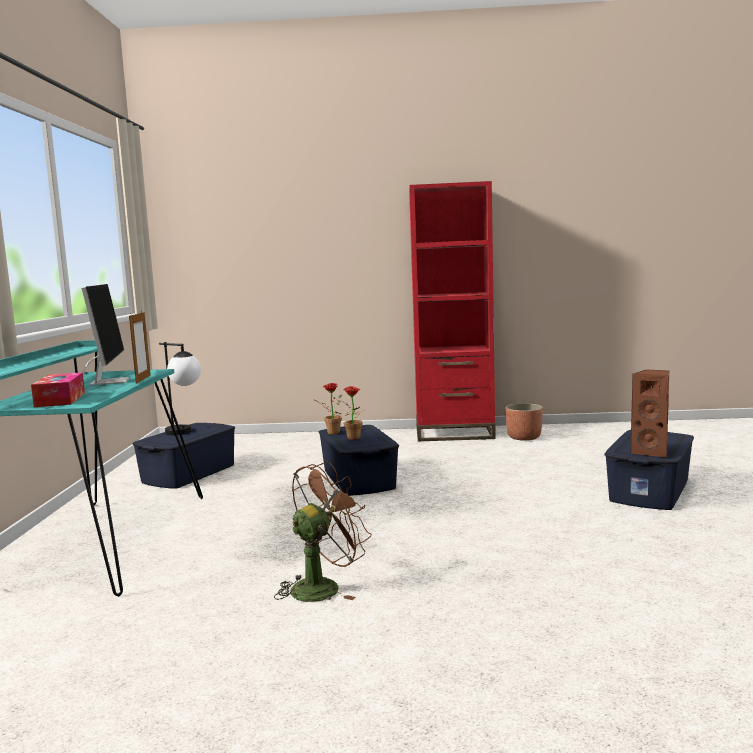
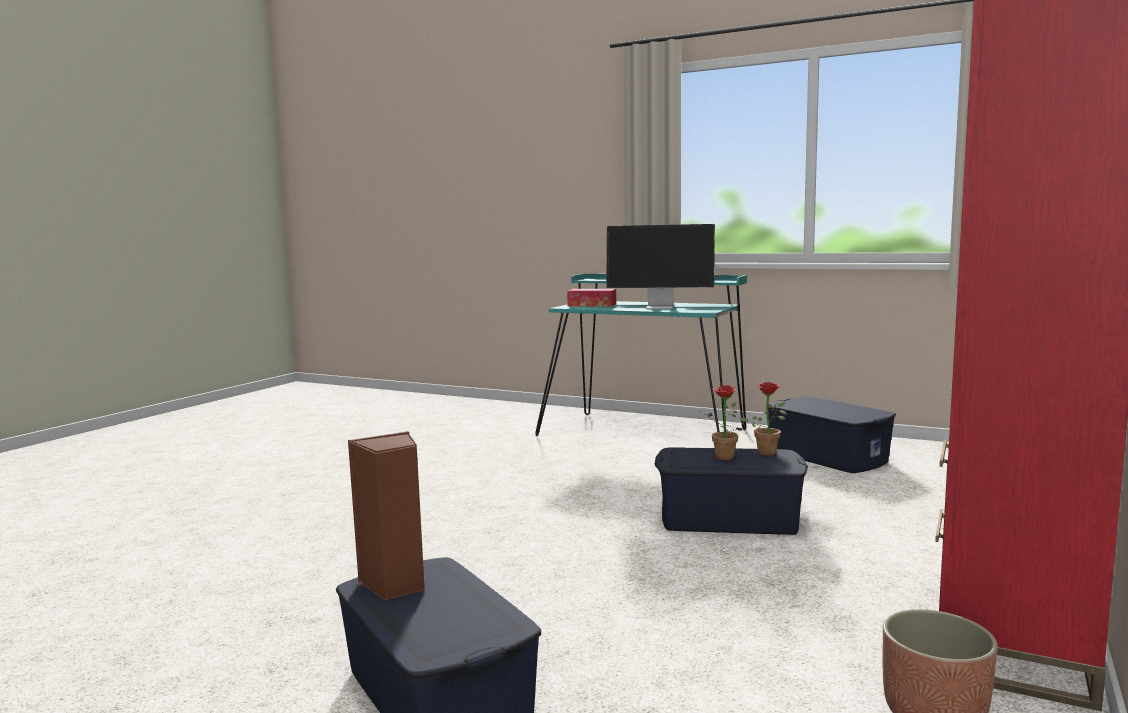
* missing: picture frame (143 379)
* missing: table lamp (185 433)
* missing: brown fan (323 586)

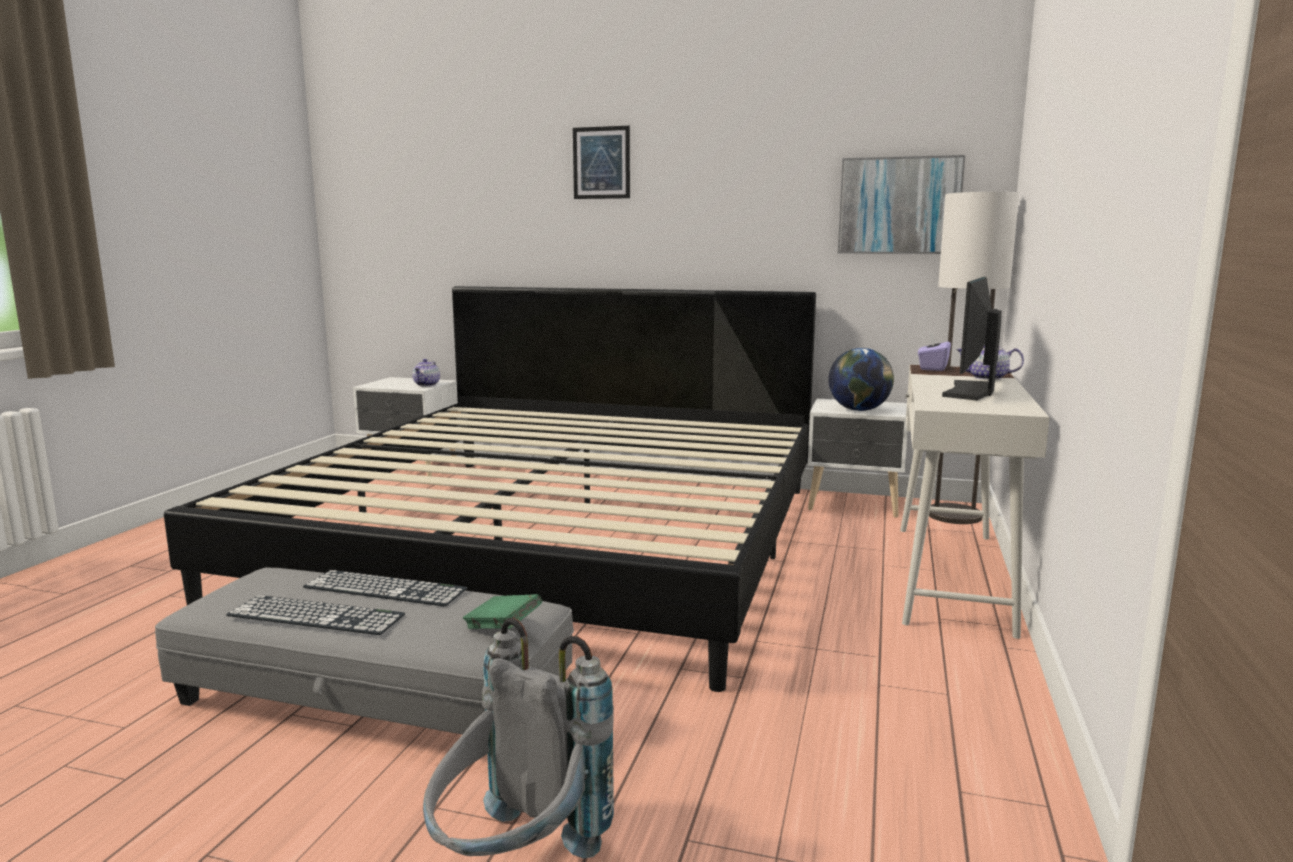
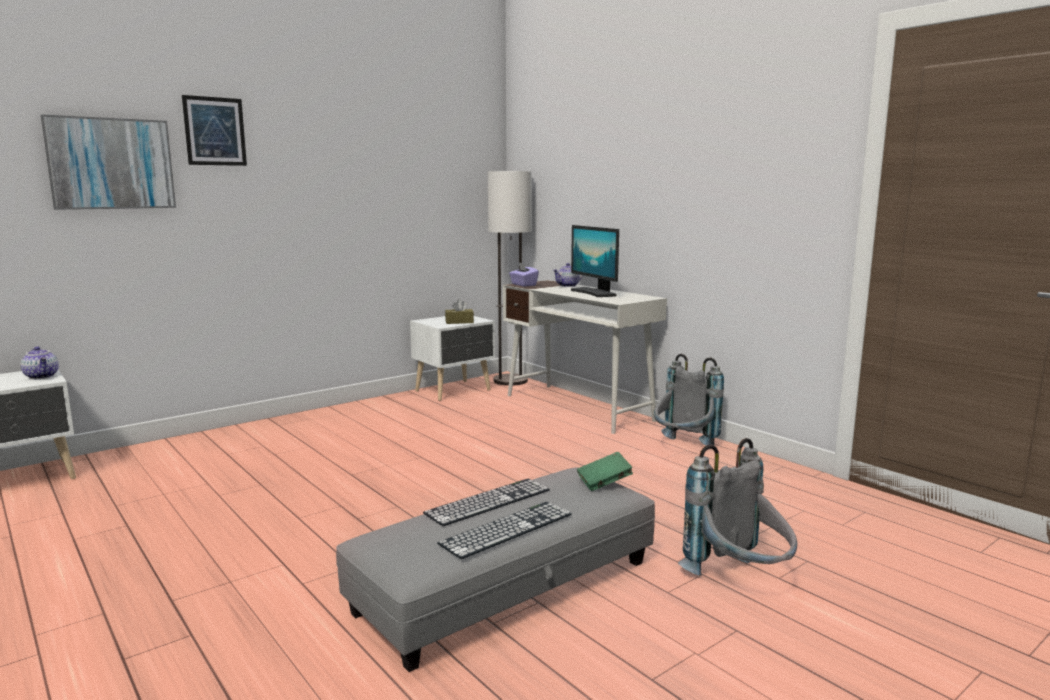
* relocated: picture (899 206) to (111 164)
* exchanged: globe (859 410) to brown tissue box (459 322)
* appeared: grey backpack (683 448)
* missing: bed (554 539)

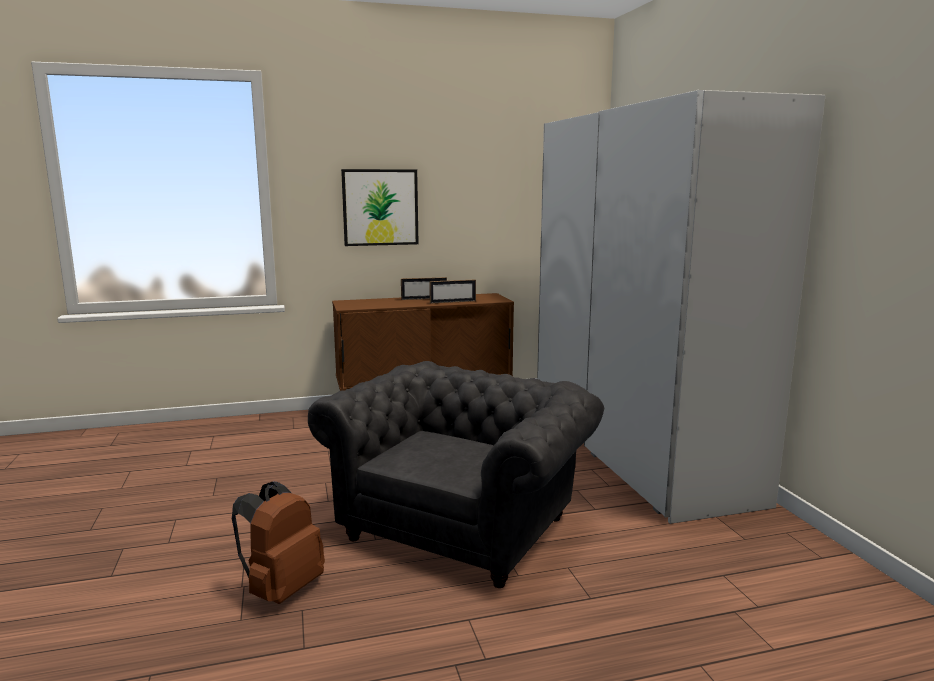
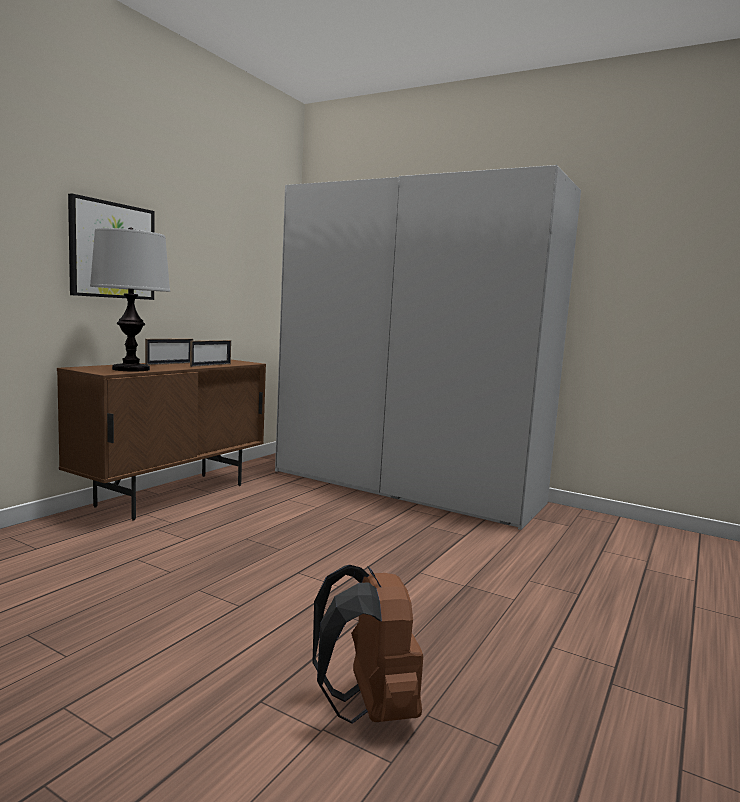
* appeared: table lamp (130 369)
* missing: grey armchair (462 525)

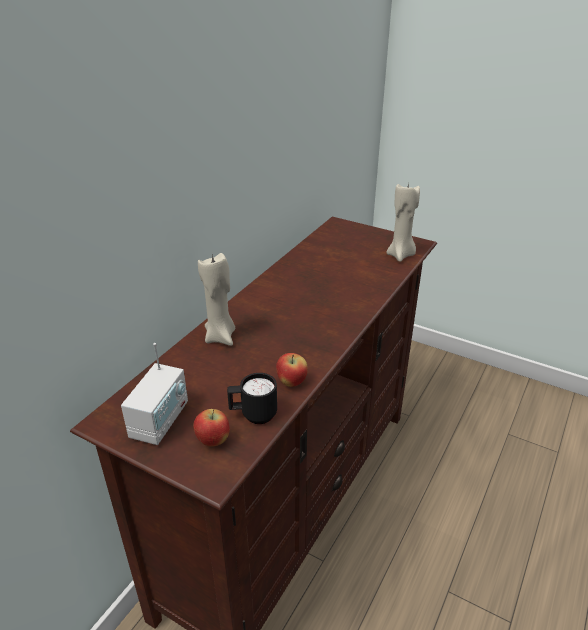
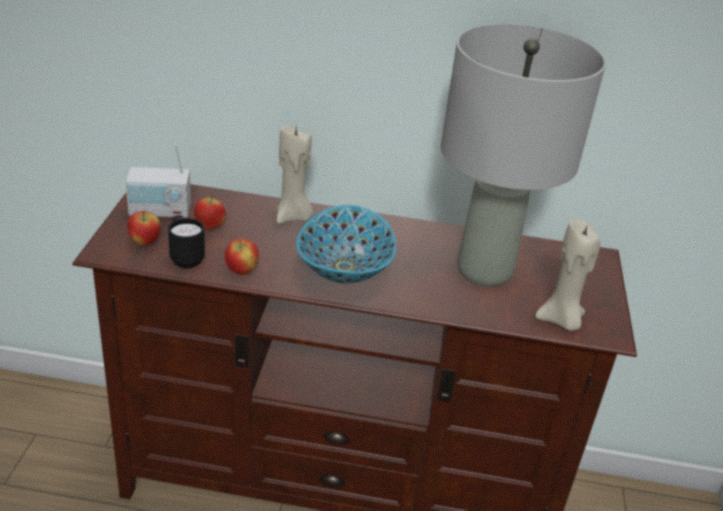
* appeared: apple (210 227)
* appeared: bowl (345 268)
* appeared: grey table lamp (485 270)

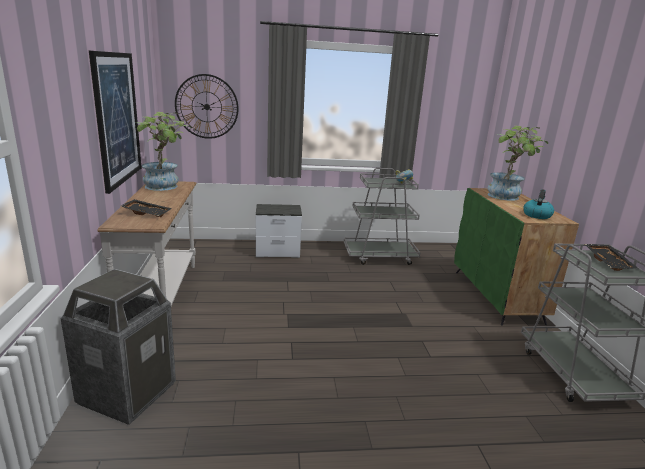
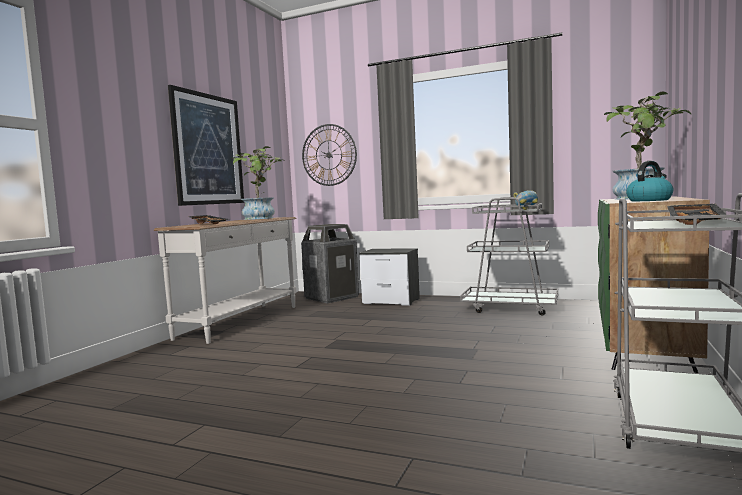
* relocated: trash can (127 393) to (331 297)

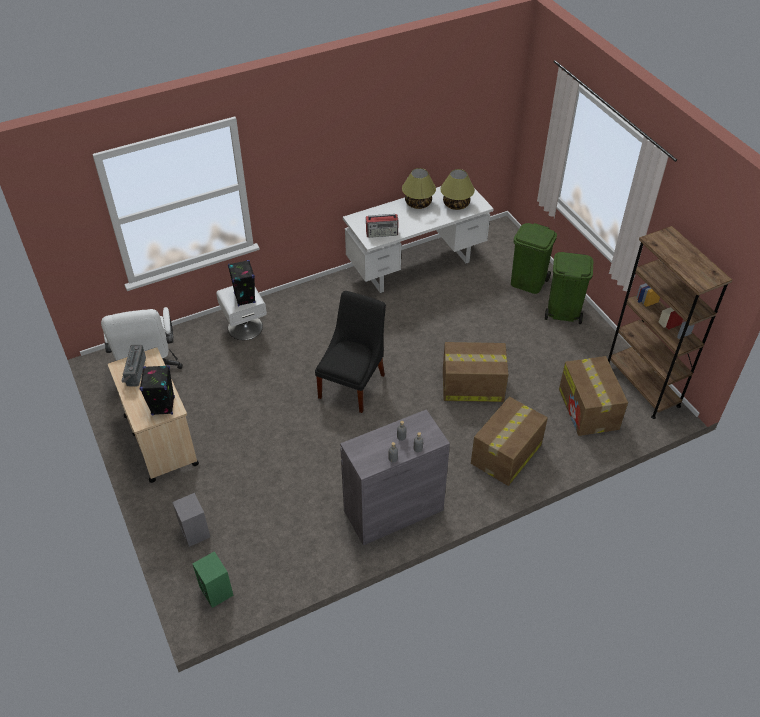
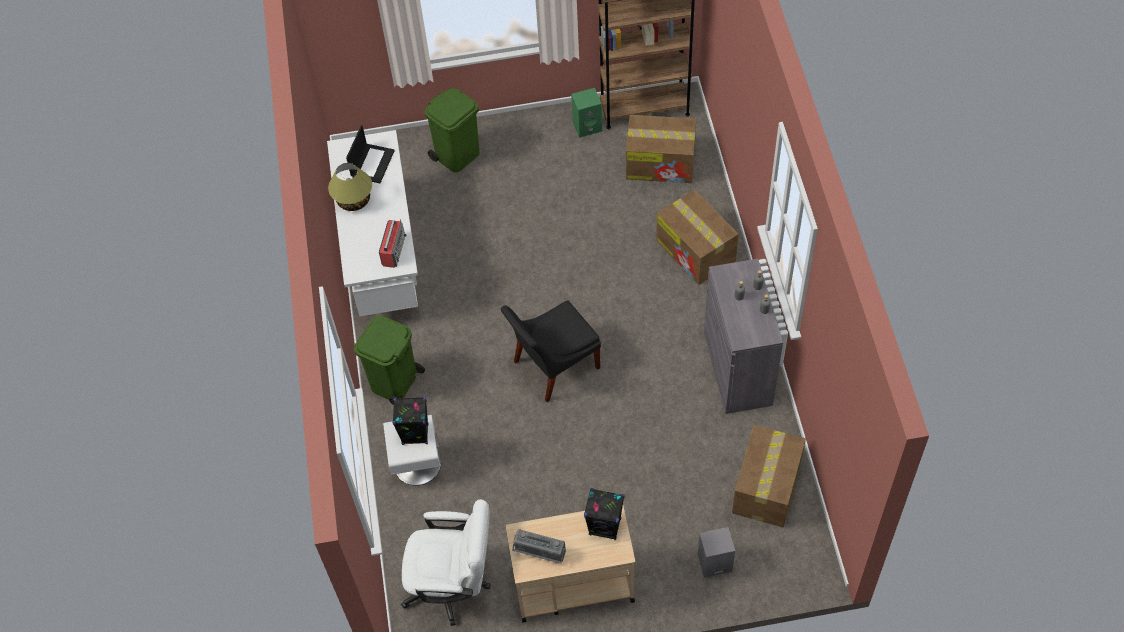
* exchanged: table lamp (456 204) to laptop (372 163)
* relocated: green trash can (563 312) to (394 383)
* spun: black chair (353 384) = (553 366) 75 degrees counterclockwise
* relocated: green speaker (217 591) to (588 126)
* relocated: cardboard box (471 385) to (766 488)

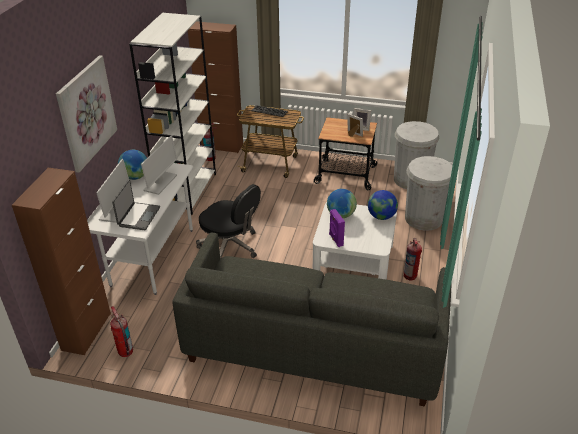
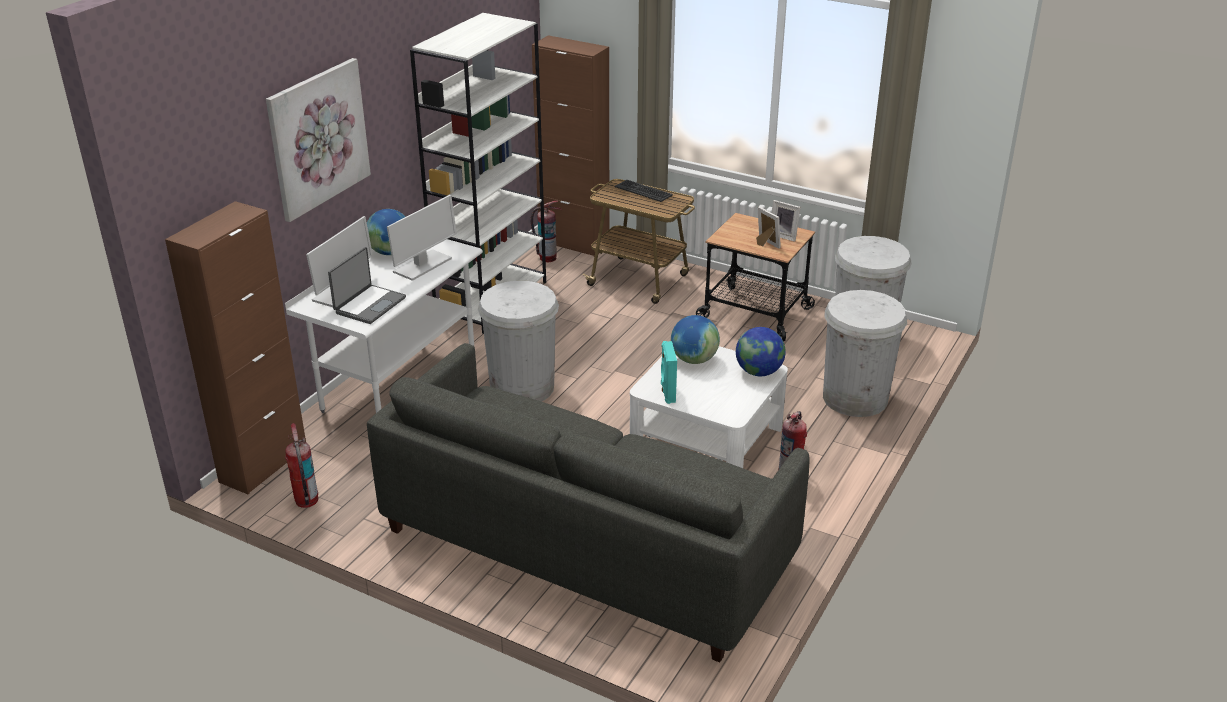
* exchanged: black office chair (230 246) to white trash can (522 387)
* colour: purple speaker (335 240) to turquoise speaker (667 393)

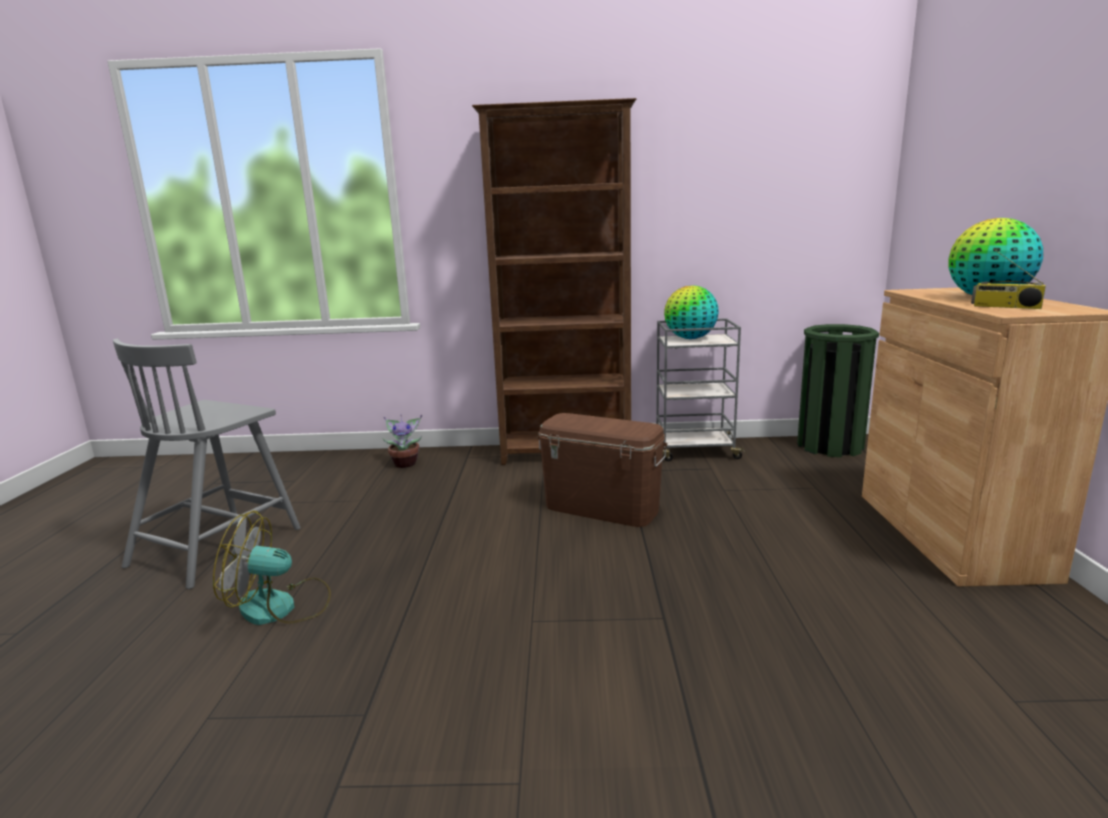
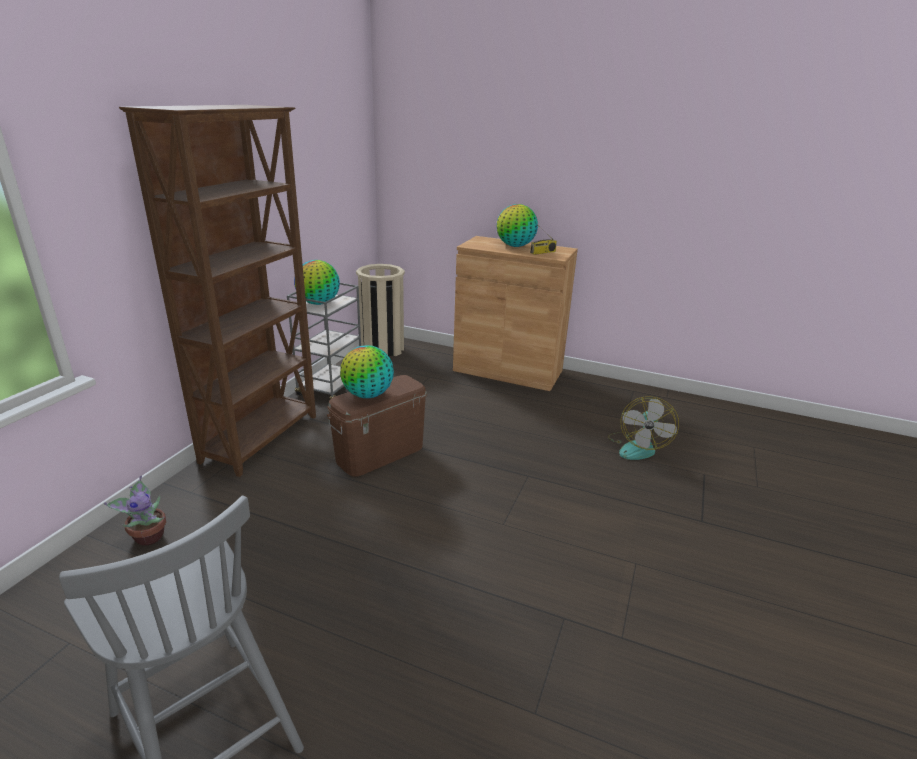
* appeared: globe (368 395)
* colour: green trash can (829 446) to beige trash can (382 349)
* relocated: fan (281 607) to (637 447)

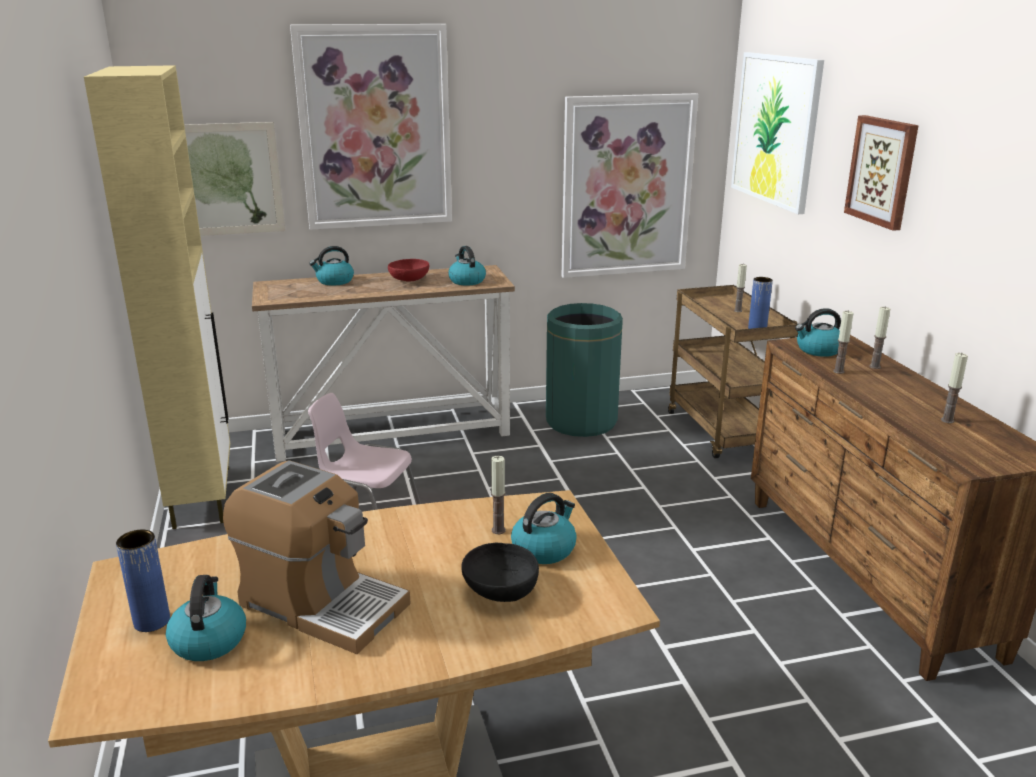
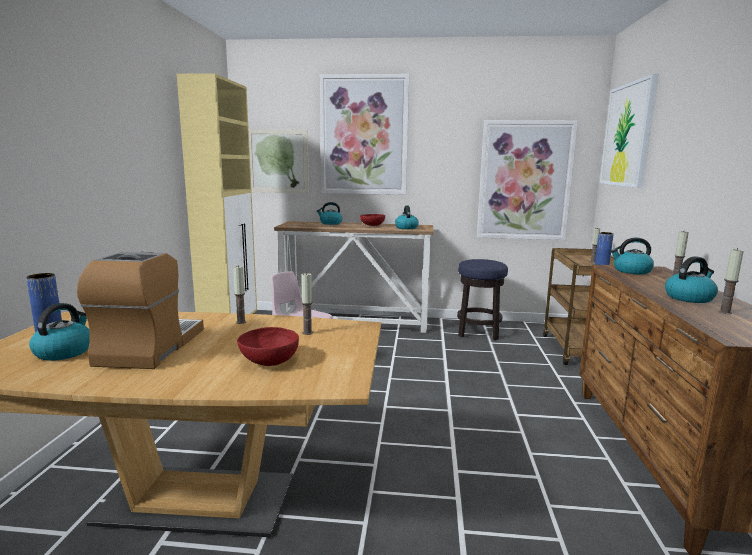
* spun: coffee machine (321 604) = (150 347) 135 degrees counterclockwise
* relocated: candle (838 371) to (241 322)
* colour: black bowl (499 591) to red bowl (269 361)
* exchanged: green trash can (581 421) to stool (478 332)
* relocated: kettle (544 549) to (689 298)
* missing: picture (882 171)

